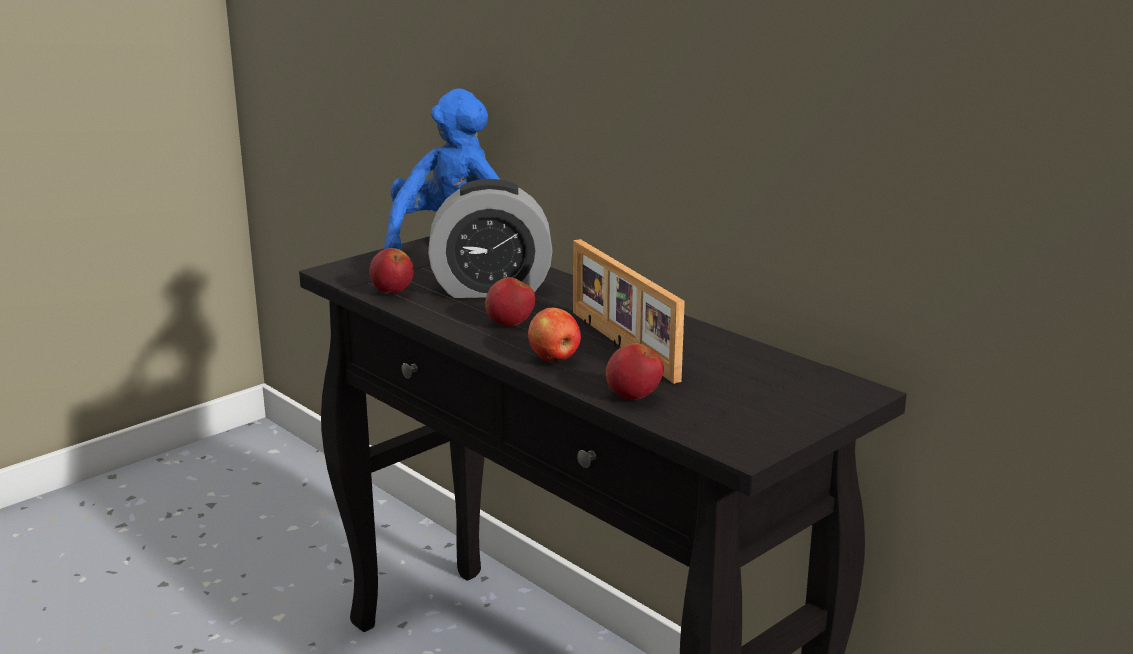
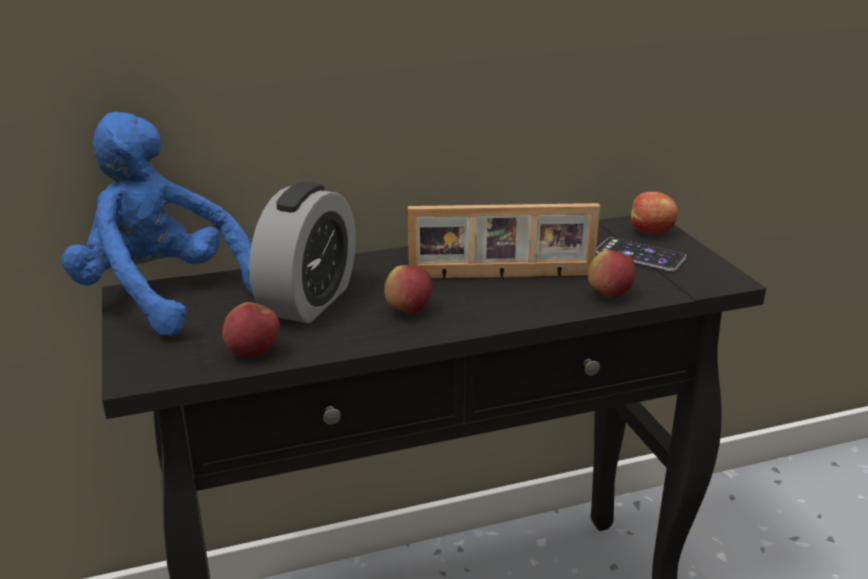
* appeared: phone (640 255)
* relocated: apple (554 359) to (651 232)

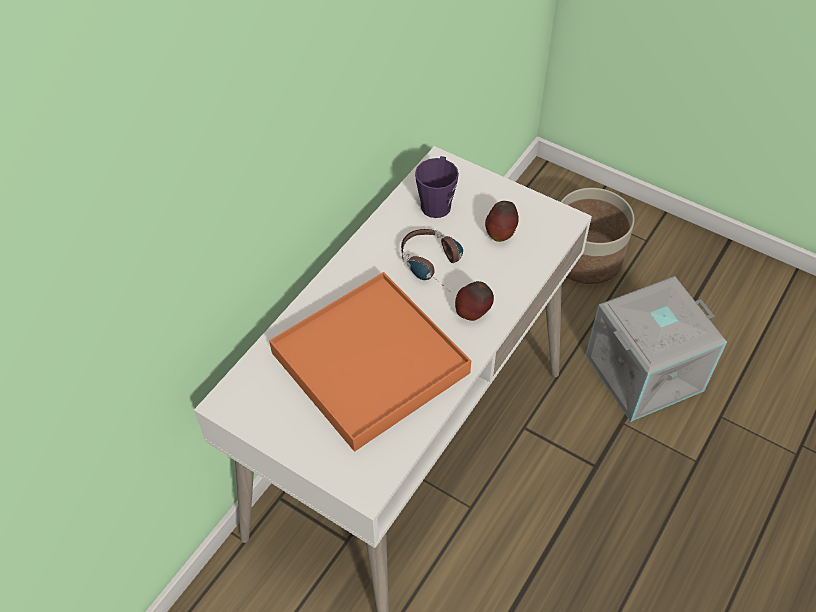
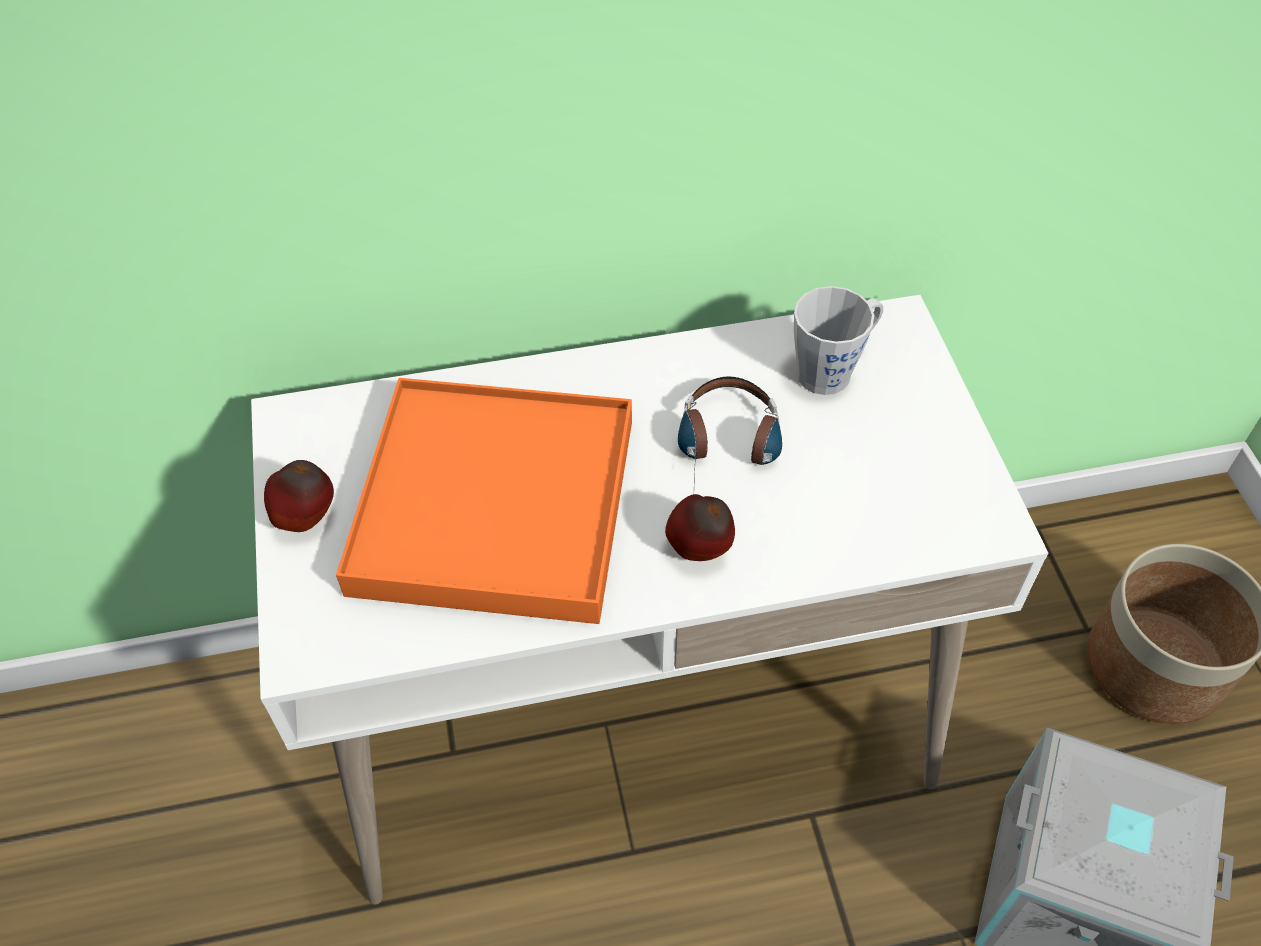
* relocated: apple (500 234) to (307 519)
* colour: purple mug (437 202) to grey mug (832 369)

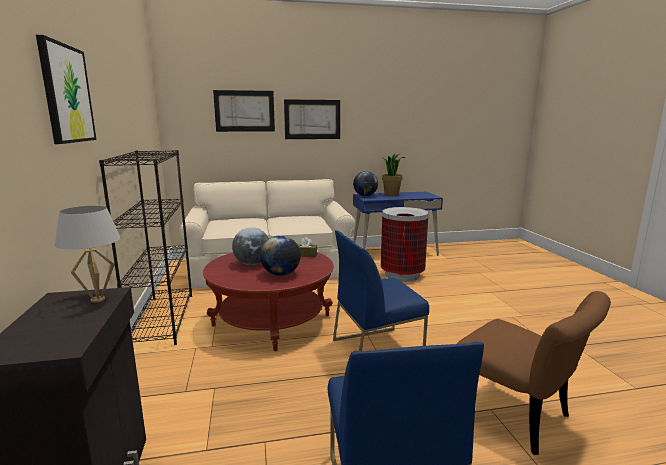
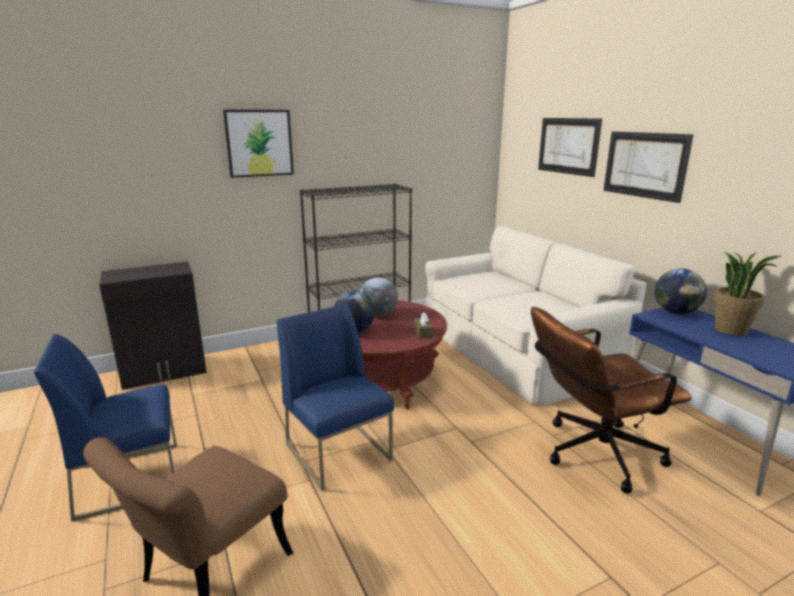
* exchanged: trash can (402 275) to brown office chair (592 454)
* missing: white table lamp (97 299)

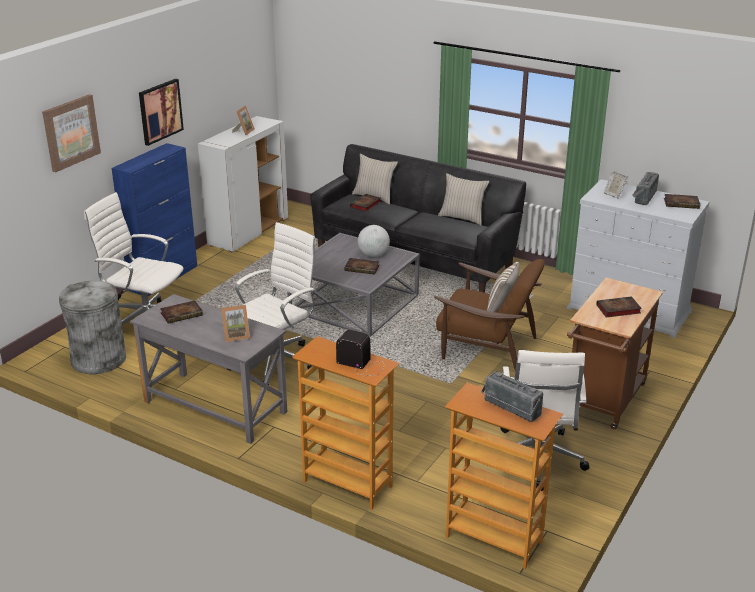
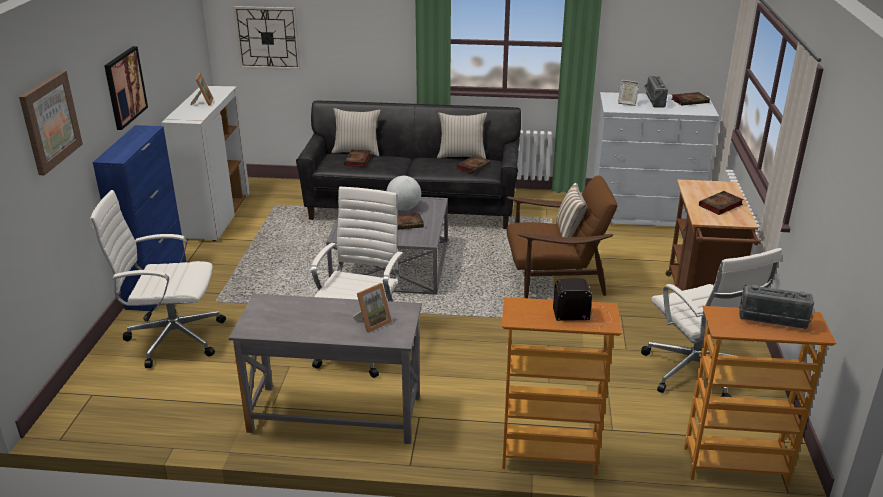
* appeared: wall clock (267 38)
* relocated: book (182 314) to (473 166)
* missing: grey trash can (98 359)

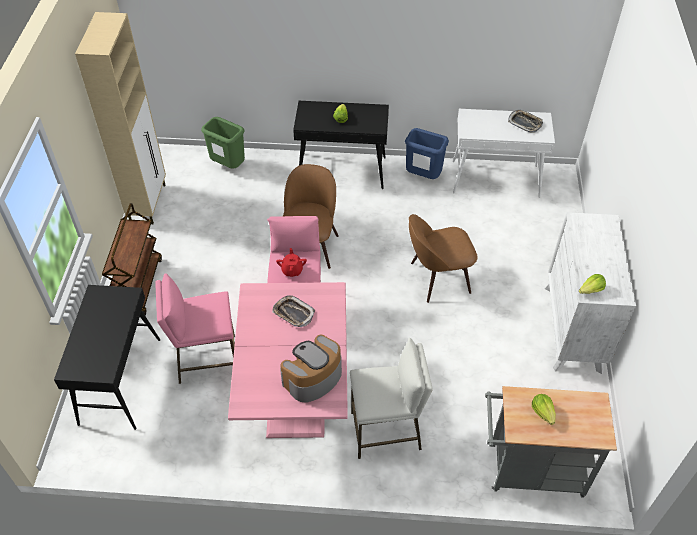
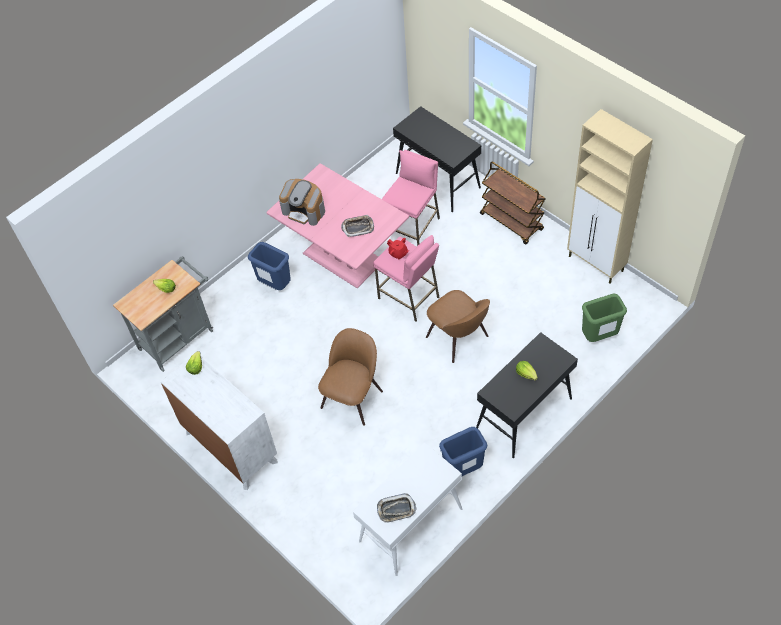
* exchanged: white stool (386 431) to blue trash can (274 285)
* spun: coffee machine (313 378) = (304 210) 120 degrees clockwise

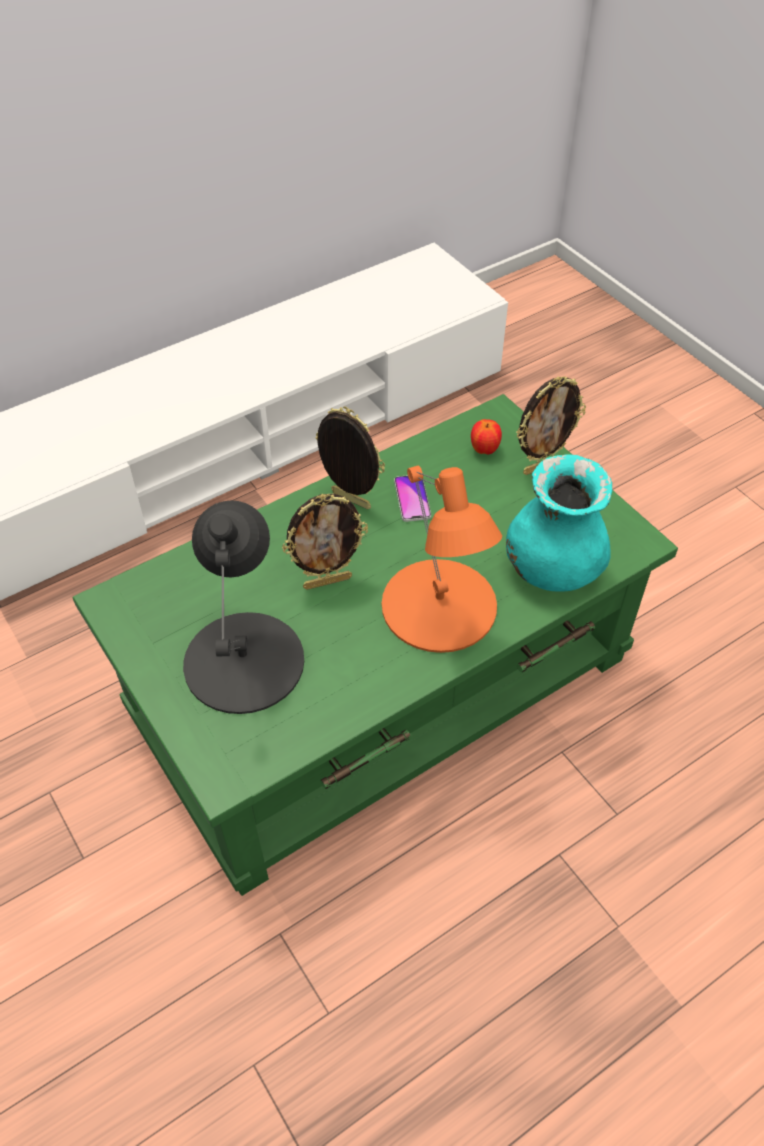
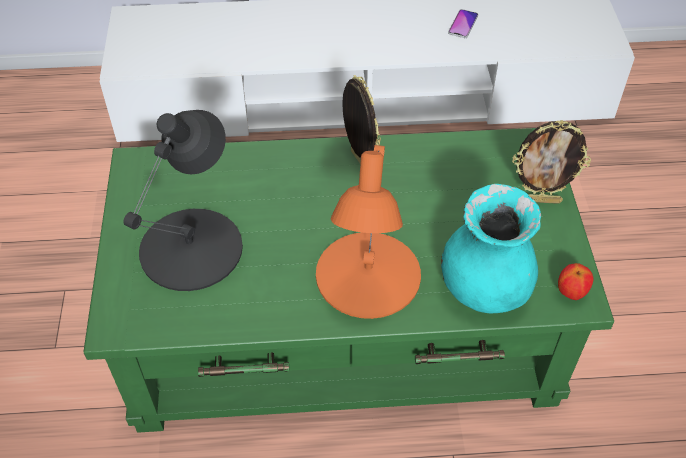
* relocated: phone (412 499) to (463 24)
* relocated: apple (484 450) to (571 293)
* missing: picture frame (327 581)

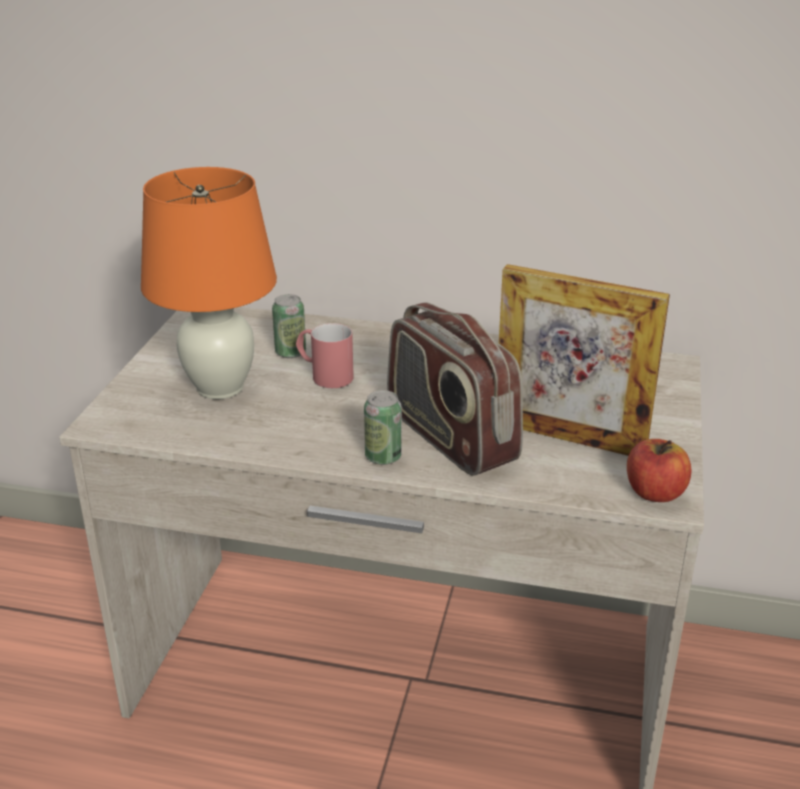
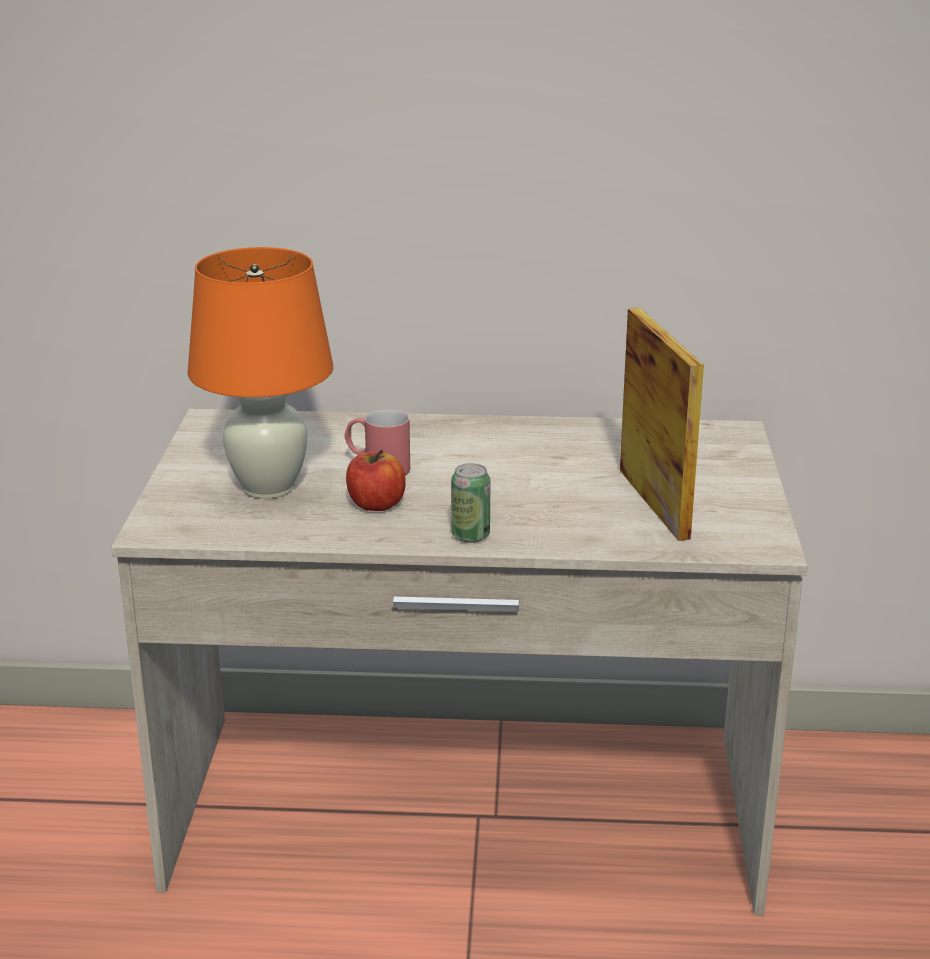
* relocated: apple (654 492) to (376 504)
* spun: picture frame (568 437) = (653 503) 120 degrees counterclockwise
* missing: can (290 352)
* missing: radio (449 437)

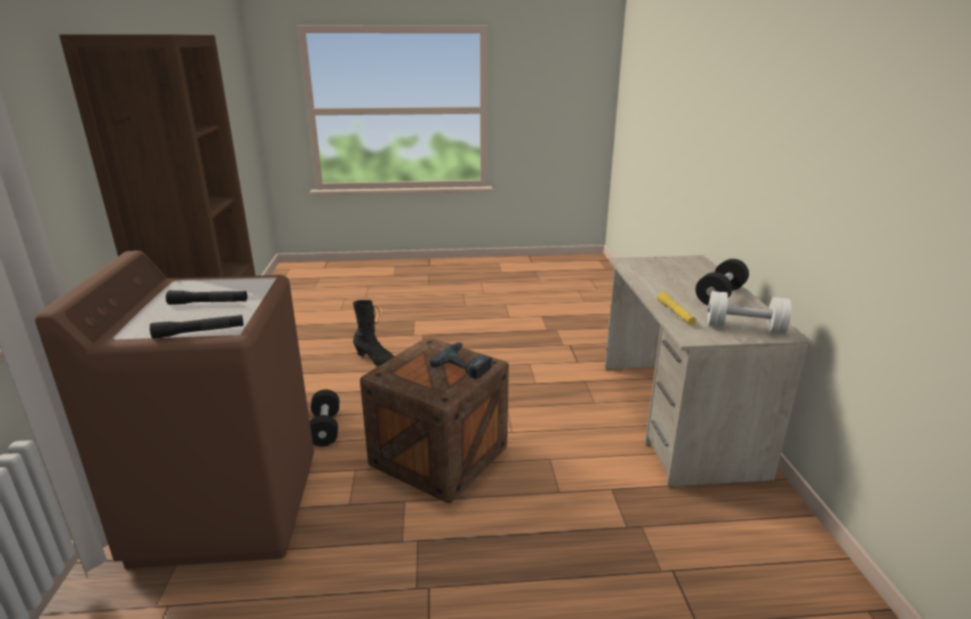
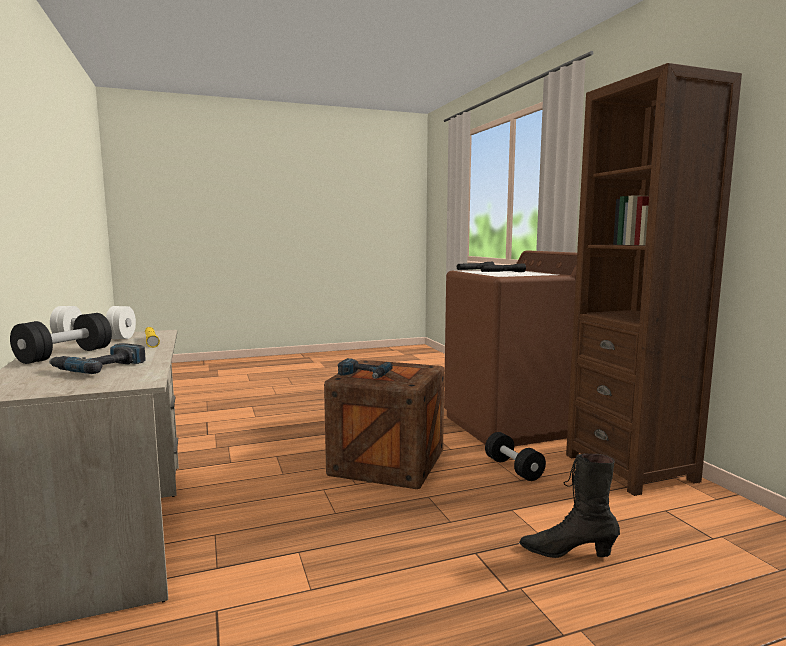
* appeared: power drill (100 367)

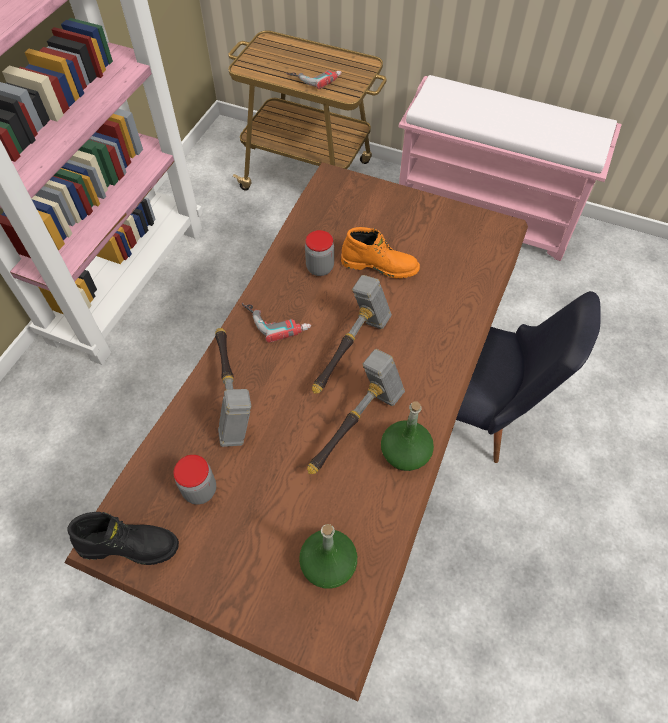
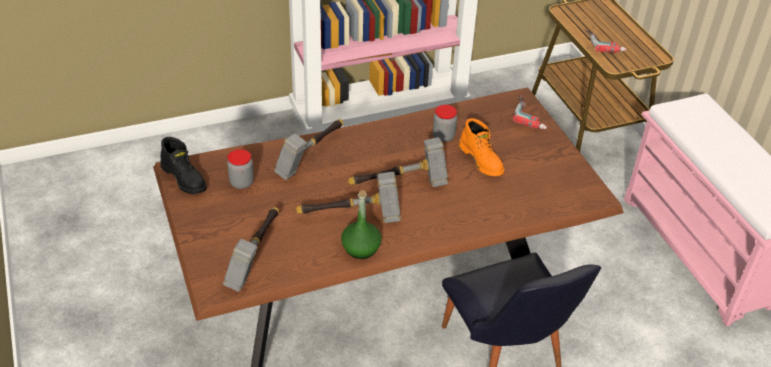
* exchanged: green bottle (328 564) to hammer (255 257)
* relocated: power drill (276 319) to (531 115)

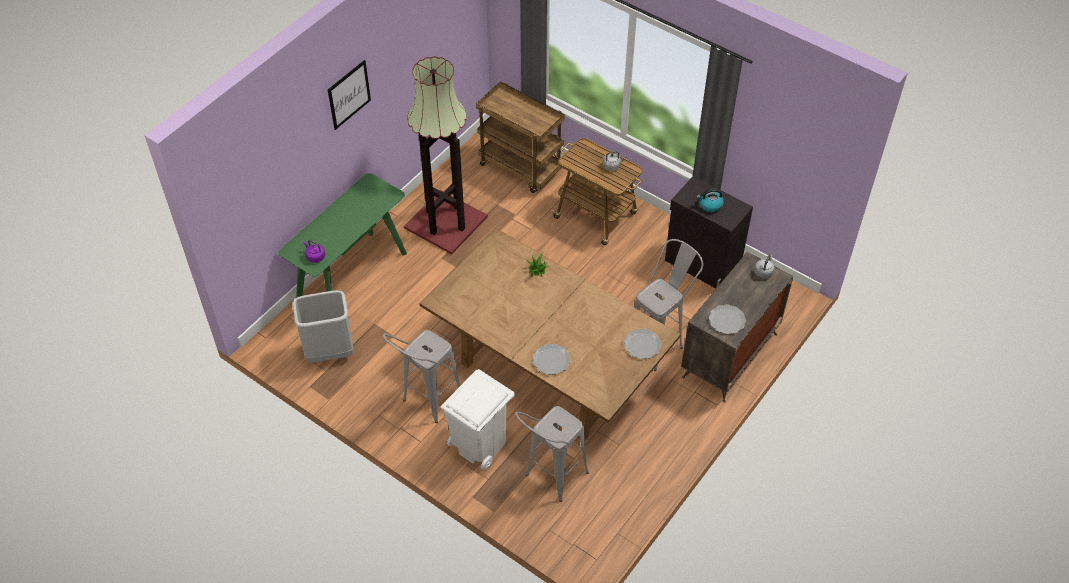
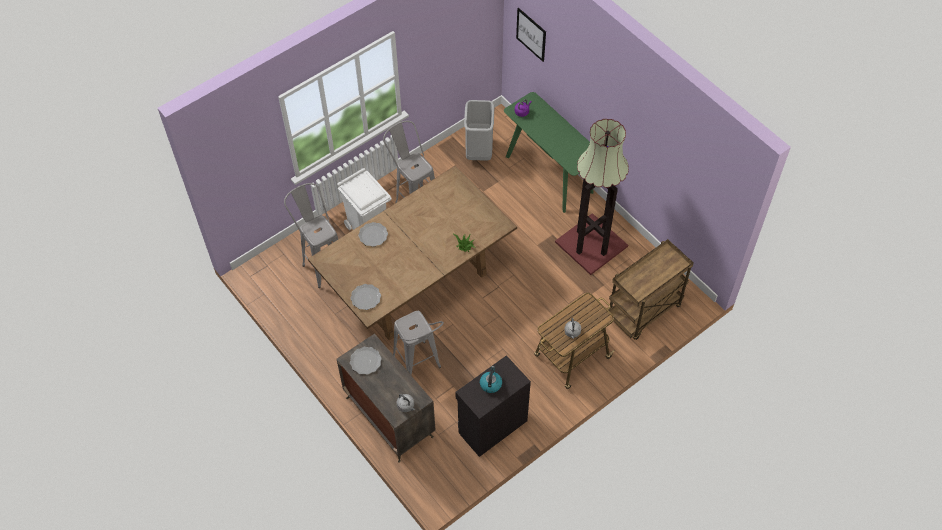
* relocated: picture (349 94) to (531 34)

